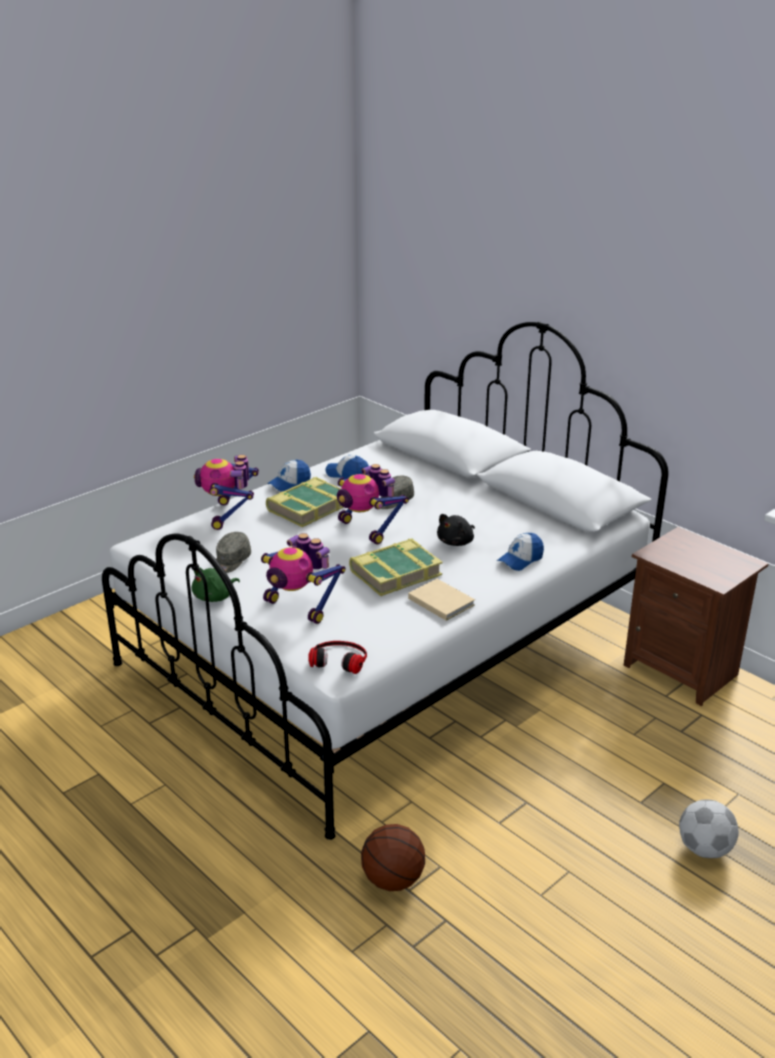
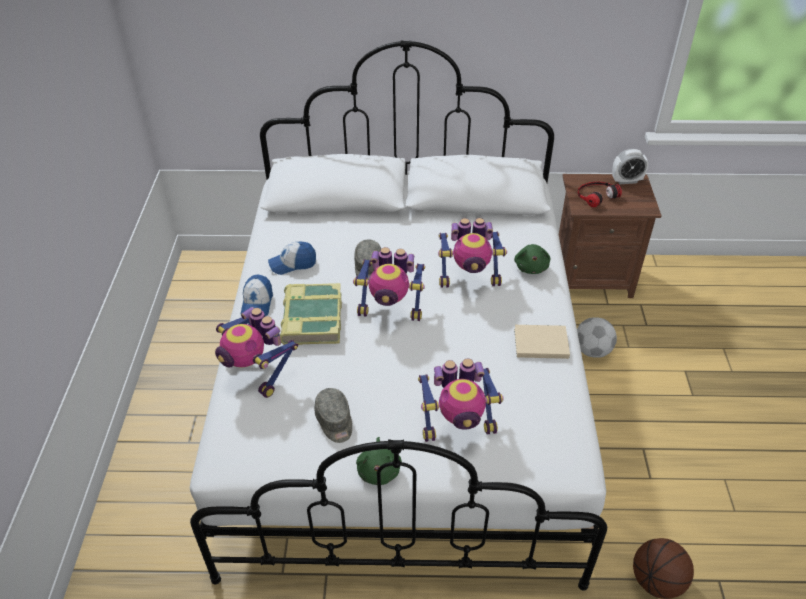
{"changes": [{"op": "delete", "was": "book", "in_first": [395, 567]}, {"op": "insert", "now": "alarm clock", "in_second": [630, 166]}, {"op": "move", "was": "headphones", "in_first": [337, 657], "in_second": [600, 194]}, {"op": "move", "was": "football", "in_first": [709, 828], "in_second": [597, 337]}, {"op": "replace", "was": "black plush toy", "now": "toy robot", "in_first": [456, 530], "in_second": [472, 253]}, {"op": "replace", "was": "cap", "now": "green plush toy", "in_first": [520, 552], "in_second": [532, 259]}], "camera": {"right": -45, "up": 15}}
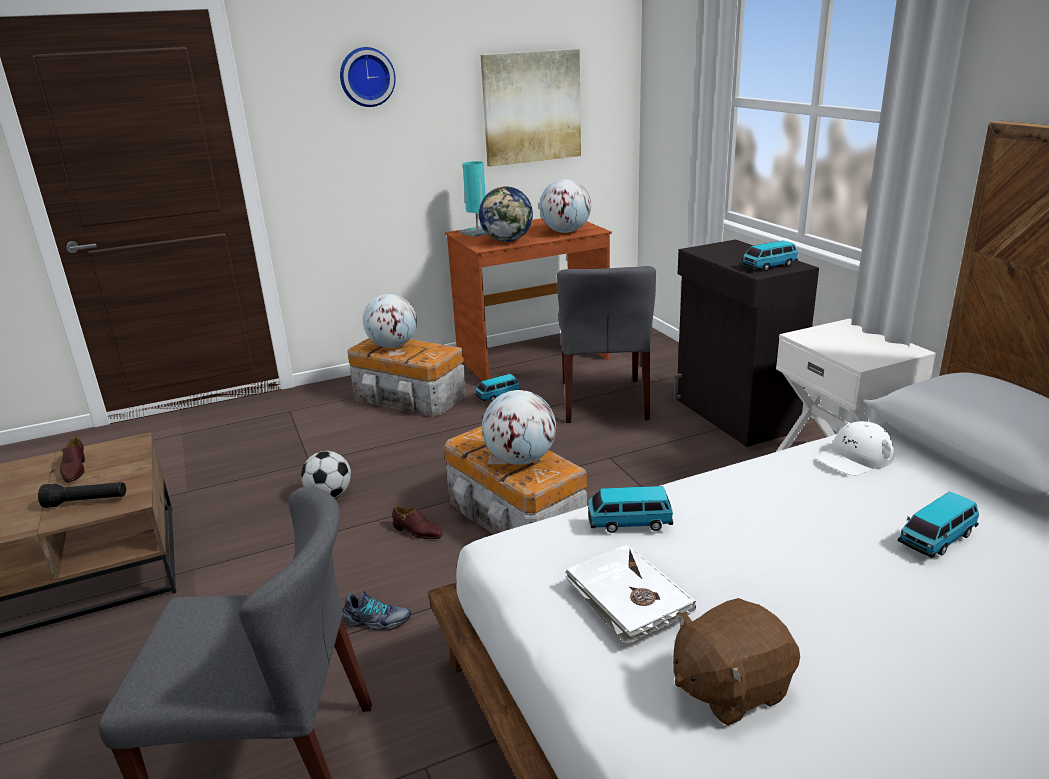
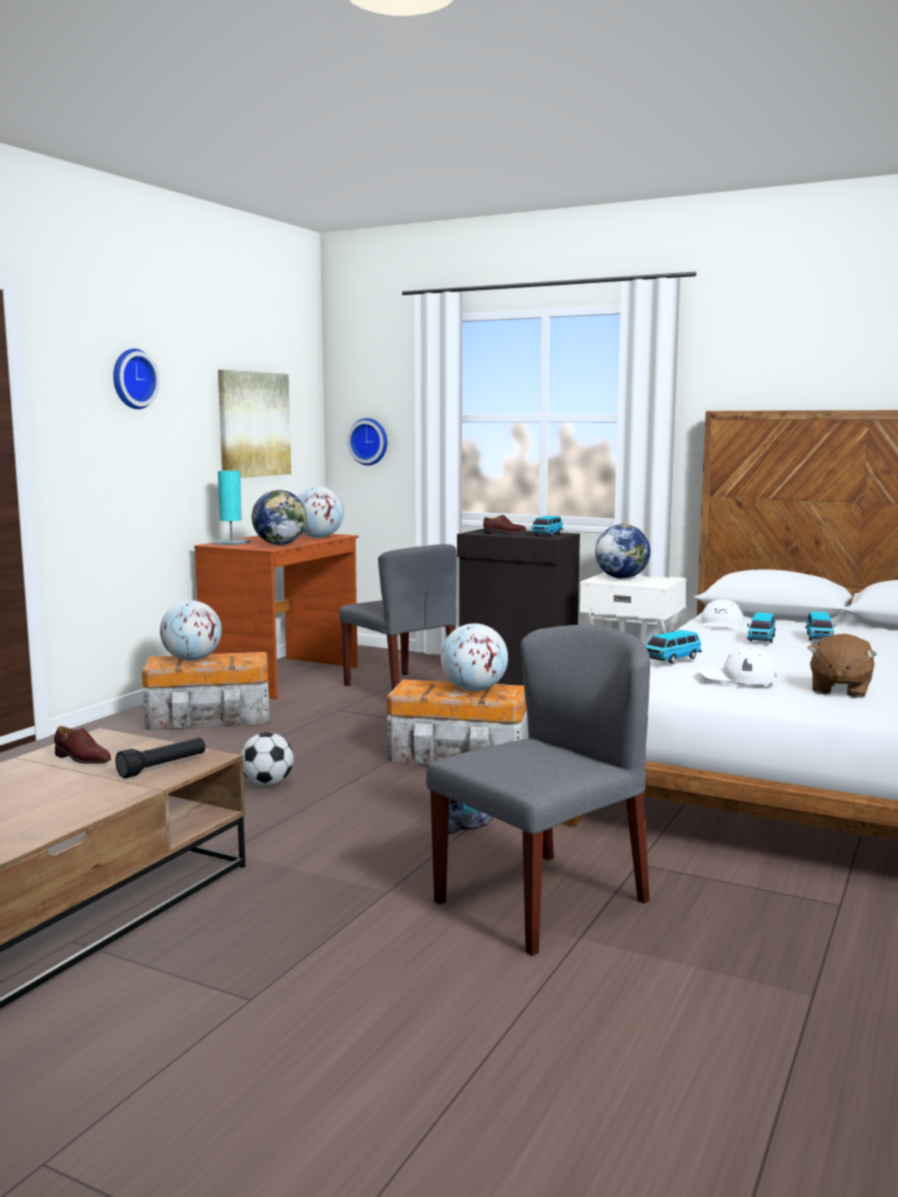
{"changes": [{"op": "insert", "now": "wall clock", "in_second": [367, 441]}, {"op": "insert", "now": "globe", "in_second": [622, 551]}, {"op": "move", "was": "brown shoe", "in_first": [417, 522], "in_second": [504, 524]}, {"op": "move", "was": "toy car", "in_first": [498, 387], "in_second": [761, 628]}, {"op": "replace", "was": "white book", "now": "white cap", "in_first": [630, 593], "in_second": [738, 665]}], "camera": {"right": -40, "up": -15}}
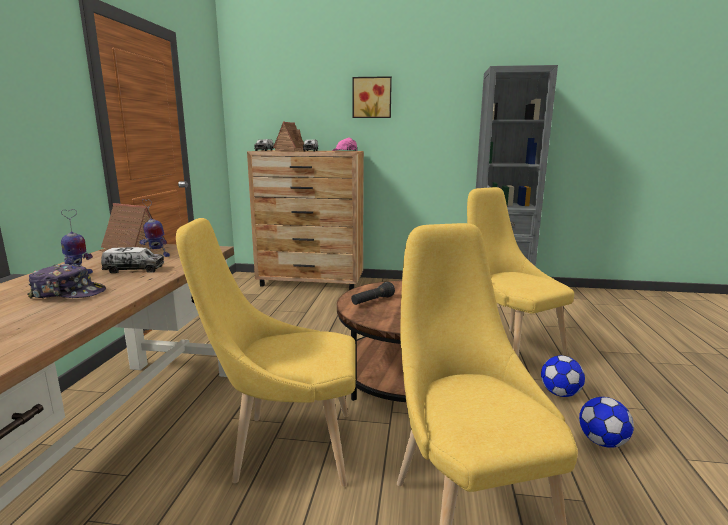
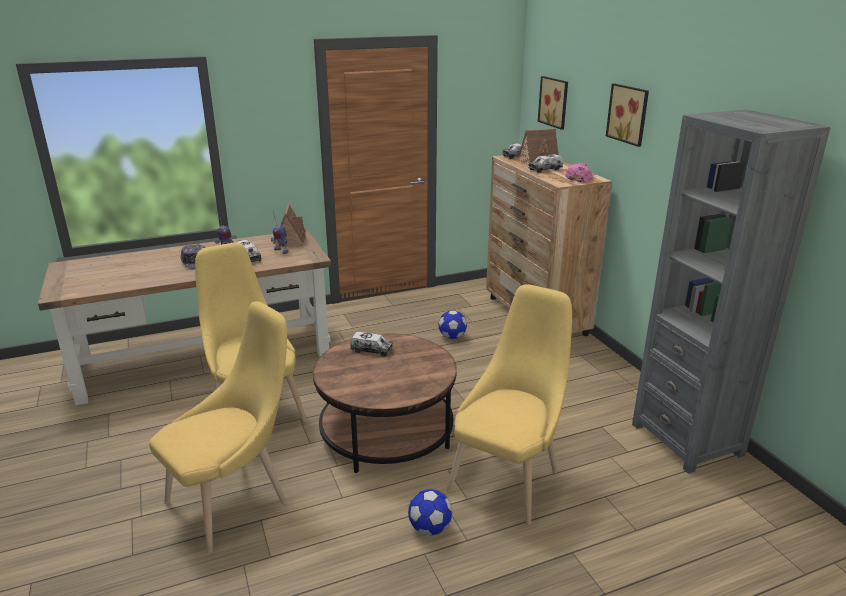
{"changes": [{"op": "insert", "now": "picture", "in_second": [553, 103]}, {"op": "move", "was": "football", "in_first": [606, 422], "in_second": [452, 324]}, {"op": "replace", "was": "black flashlight", "now": "toy truck", "in_first": [373, 293], "in_second": [371, 344]}], "camera": {"right": 60, "up": 10}}
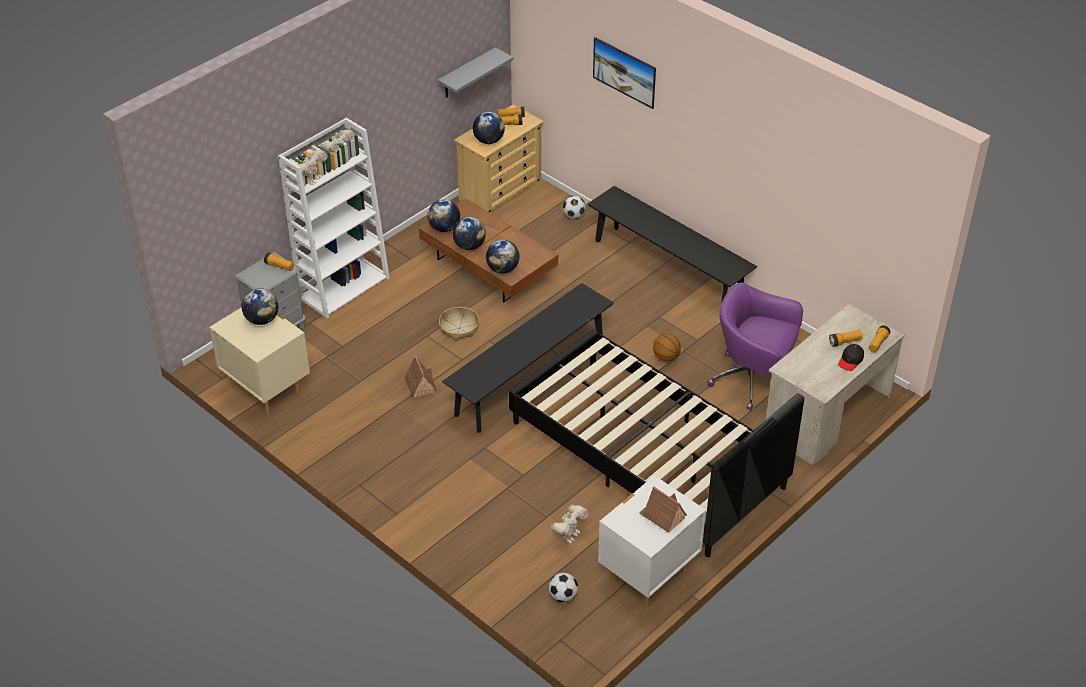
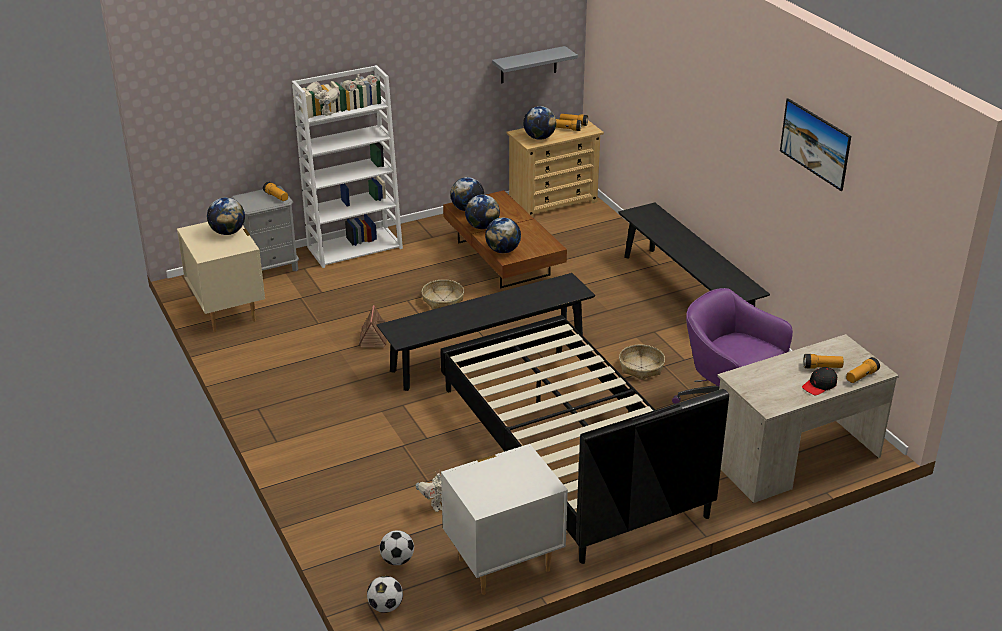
{"changes": [{"op": "delete", "was": "toy house", "in_first": [663, 509]}, {"op": "move", "was": "football", "in_first": [574, 207], "in_second": [385, 594]}, {"op": "move", "was": "picture", "in_first": [624, 73], "in_second": [815, 144]}, {"op": "replace", "was": "basketball", "now": "basket", "in_first": [667, 347], "in_second": [642, 362]}, {"op": "rotate", "was": "toy robot", "in_first": [311, 167], "in_second": [322, 98], "clockwise": -105}], "camera": {"right": 20, "up": -10}}
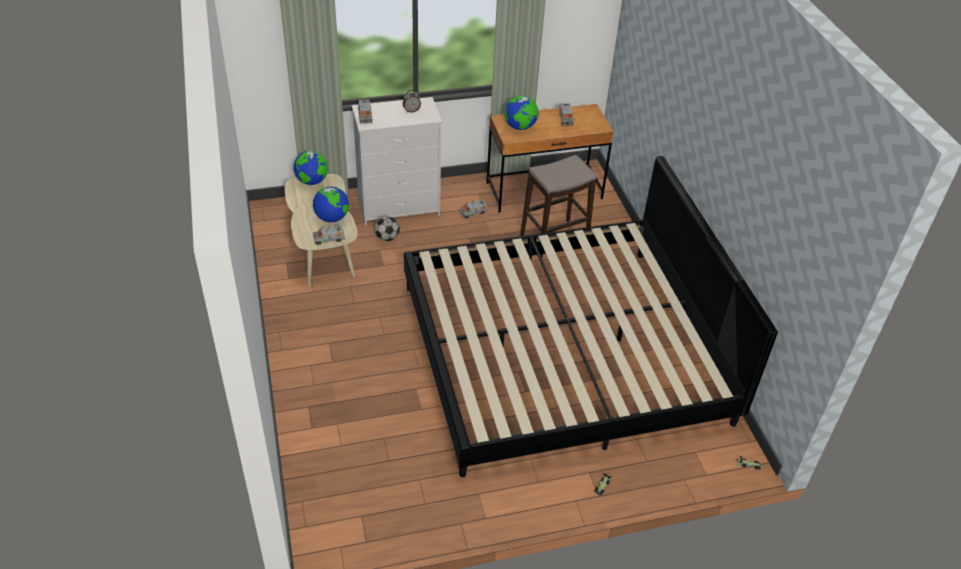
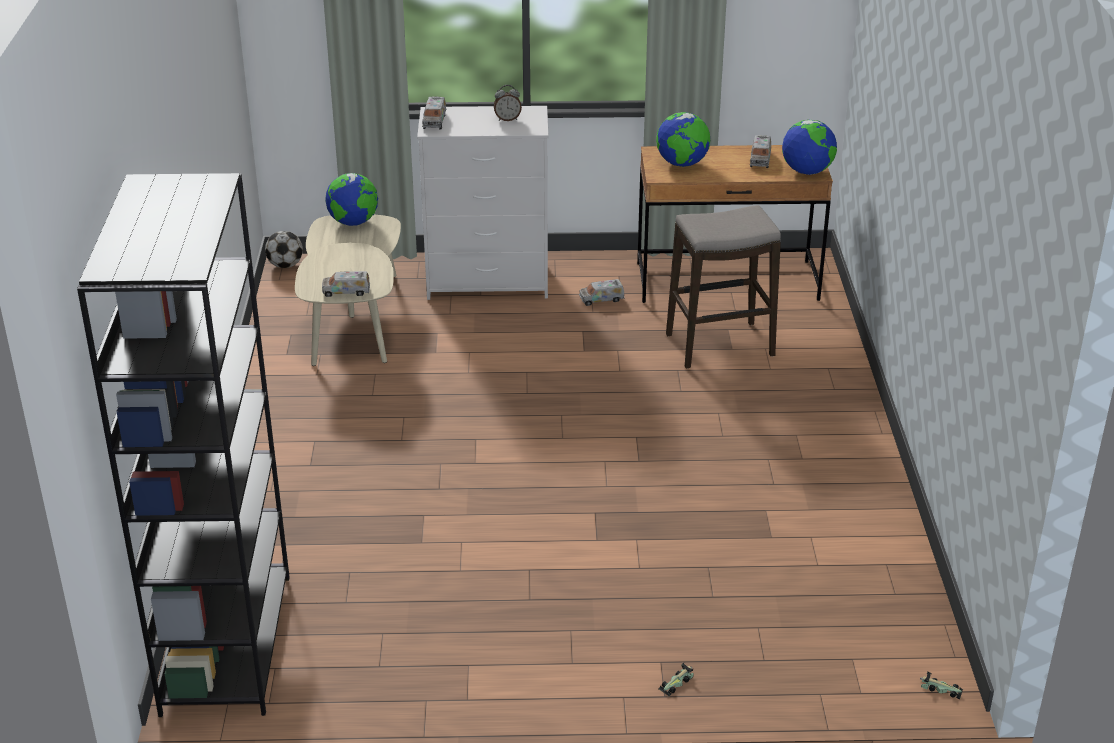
{"changes": [{"op": "delete", "was": "bed", "in_first": [591, 316]}, {"op": "insert", "now": "black bookcase", "in_second": [183, 445]}, {"op": "move", "was": "globe", "in_first": [331, 204], "in_second": [809, 147]}, {"op": "move", "was": "football", "in_first": [387, 228], "in_second": [284, 249]}], "camera": {"right": 15, "up": -10}}
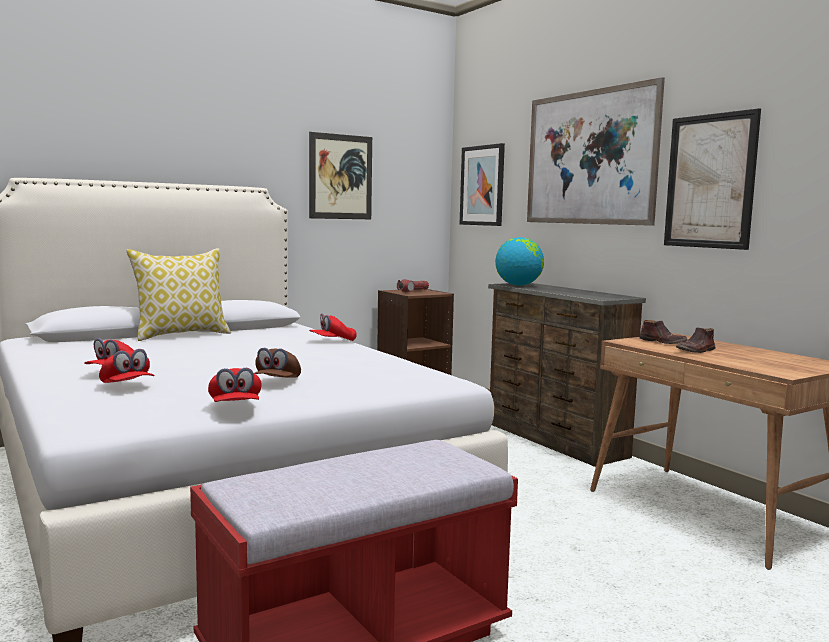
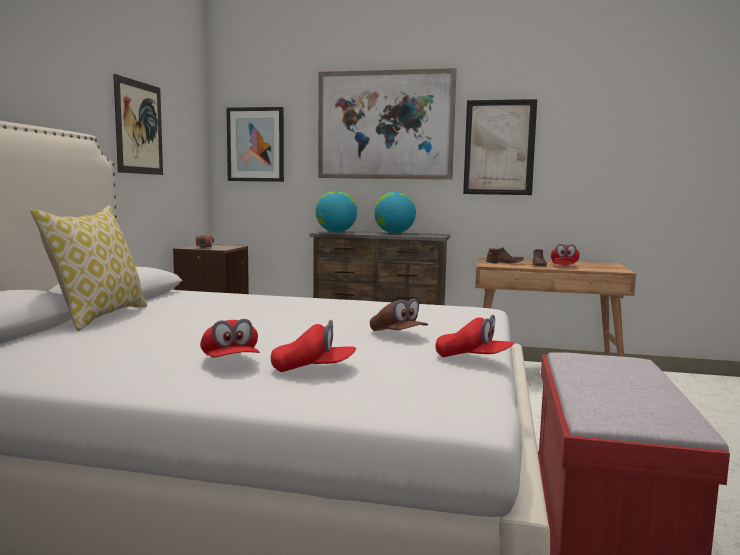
{"changes": [{"op": "insert", "now": "globe", "in_second": [395, 213]}, {"op": "move", "was": "red cap", "in_first": [333, 327], "in_second": [565, 254]}], "camera": {"right": -45, "up": 0}}
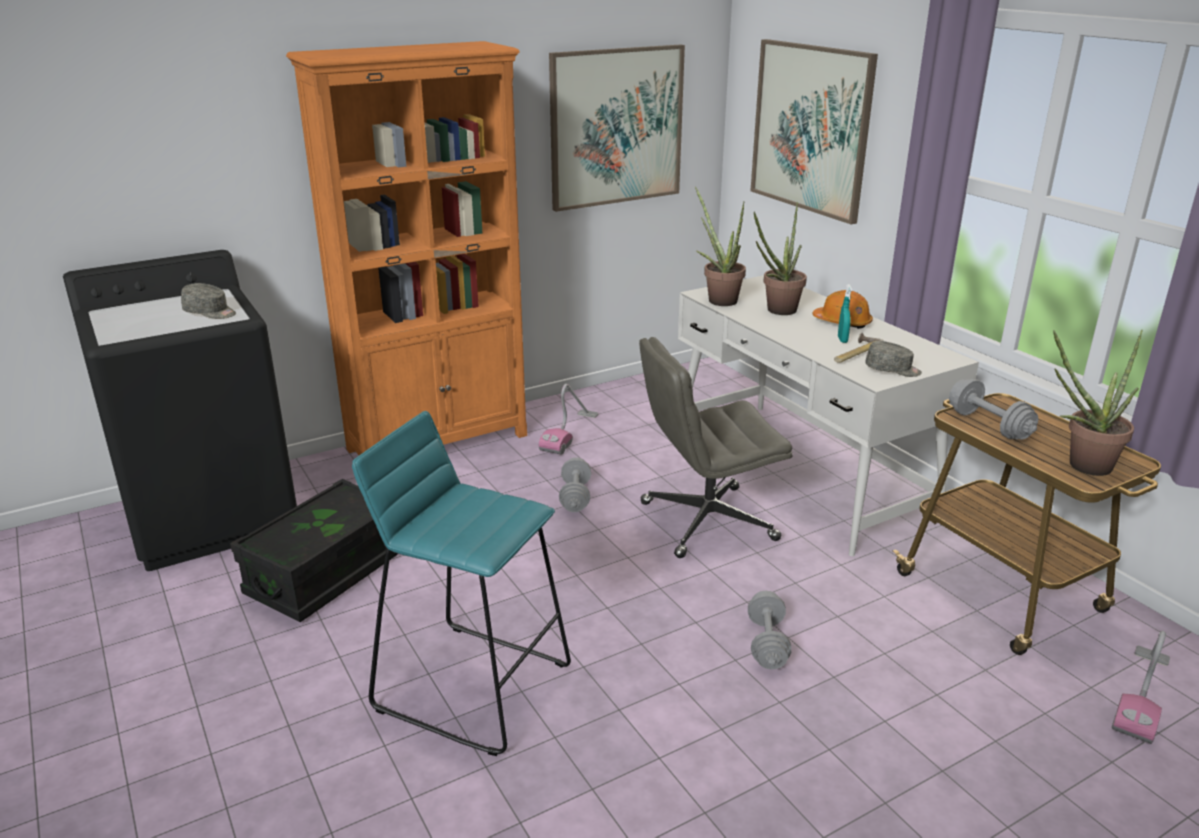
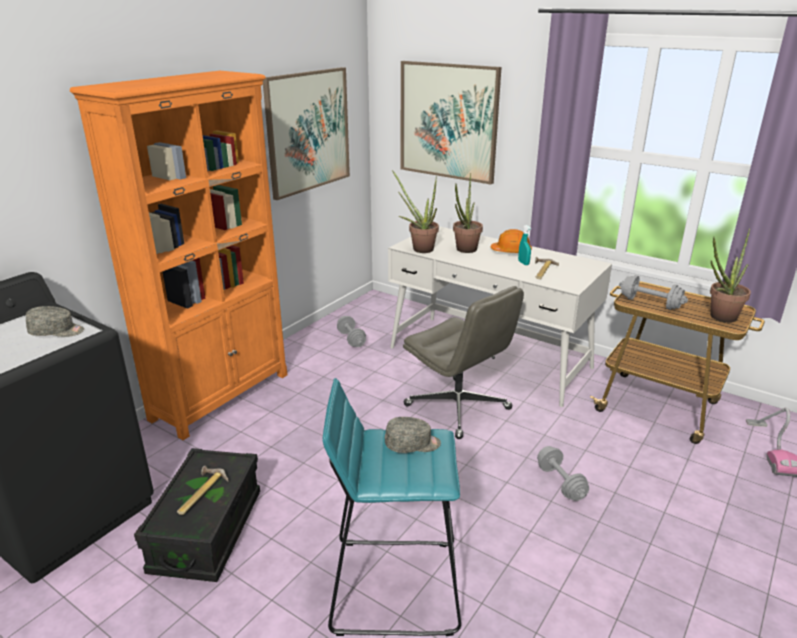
{"changes": [{"op": "delete", "was": "vacuum cleaner", "in_first": [569, 419]}, {"op": "insert", "now": "hammer", "in_second": [203, 490]}, {"op": "move", "was": "grey dumbbell", "in_first": [575, 484], "in_second": [351, 331]}, {"op": "move", "was": "grey cap", "in_first": [893, 359], "in_second": [412, 435]}, {"op": "rotate", "was": "grey office chair", "in_first": [716, 447], "in_second": [463, 362], "clockwise": -90}], "camera": {"right": -25, "up": 0}}
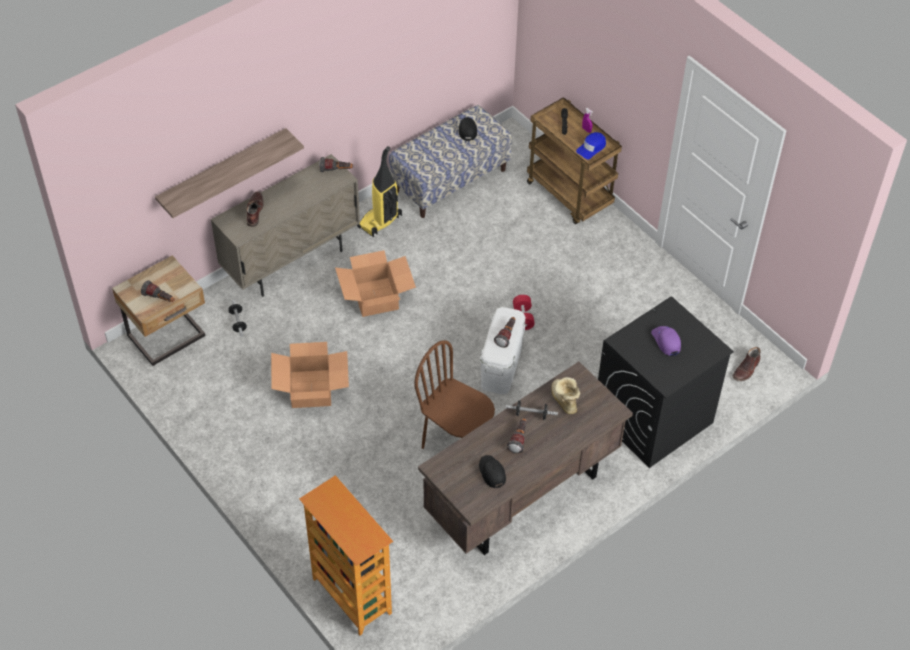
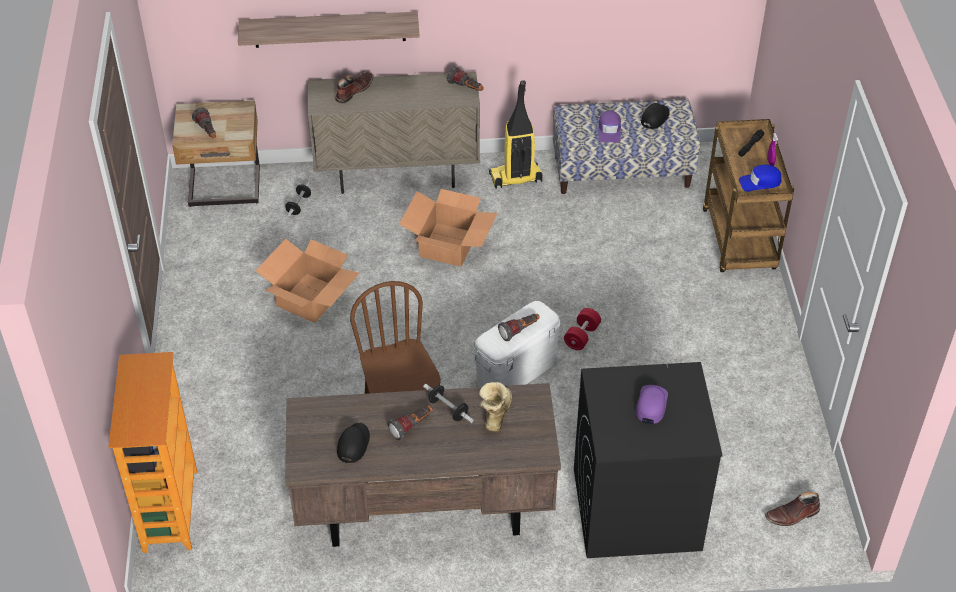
{"changes": [{"op": "insert", "now": "purple cap", "in_second": [609, 127]}], "camera": {"right": 35, "up": -5}}
